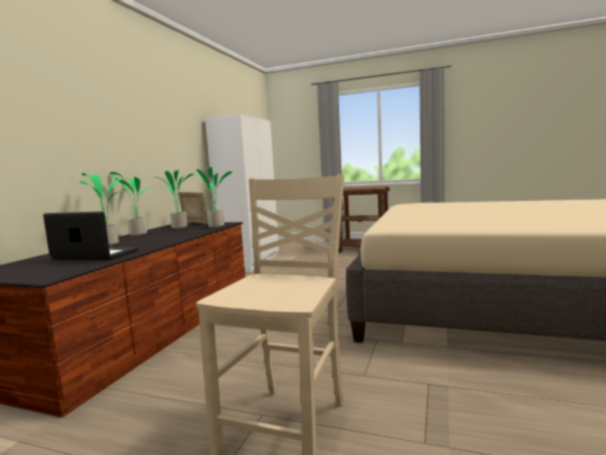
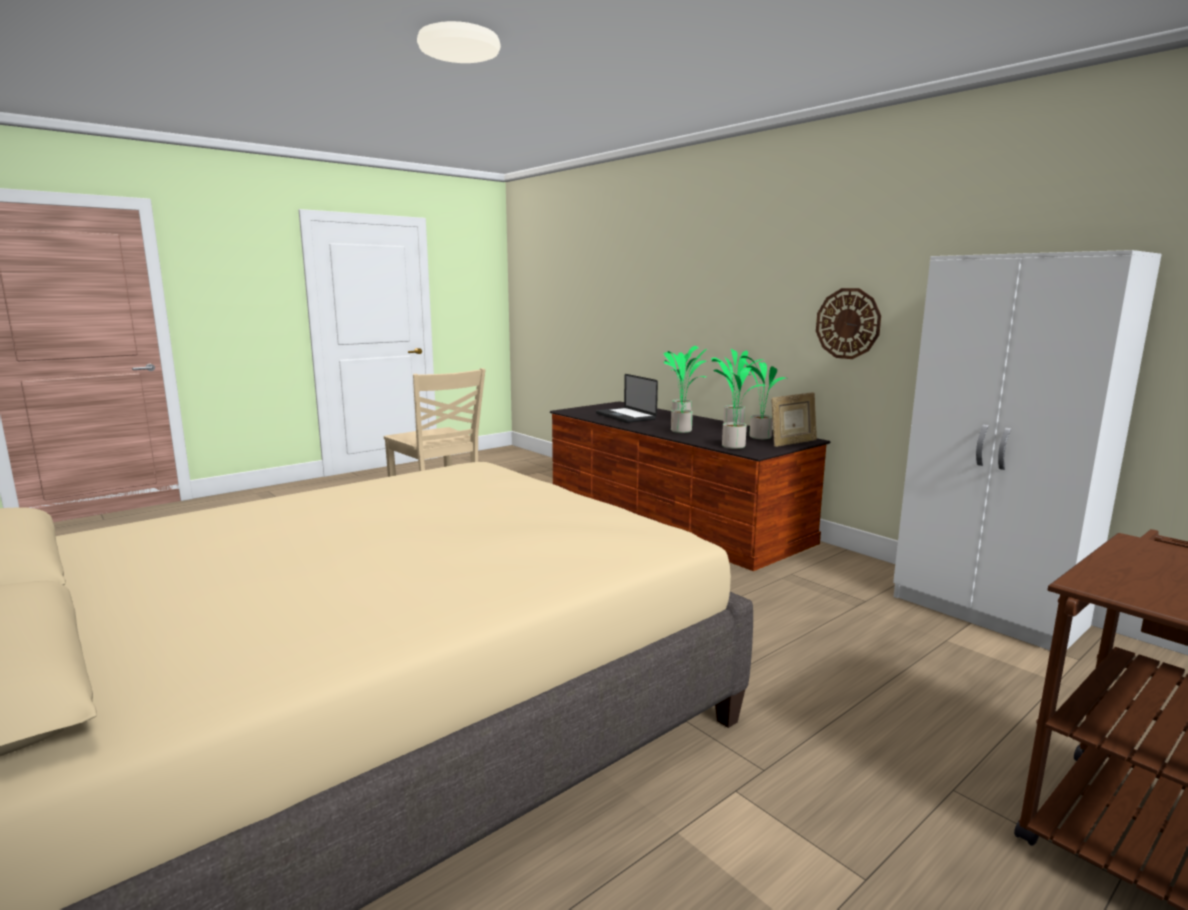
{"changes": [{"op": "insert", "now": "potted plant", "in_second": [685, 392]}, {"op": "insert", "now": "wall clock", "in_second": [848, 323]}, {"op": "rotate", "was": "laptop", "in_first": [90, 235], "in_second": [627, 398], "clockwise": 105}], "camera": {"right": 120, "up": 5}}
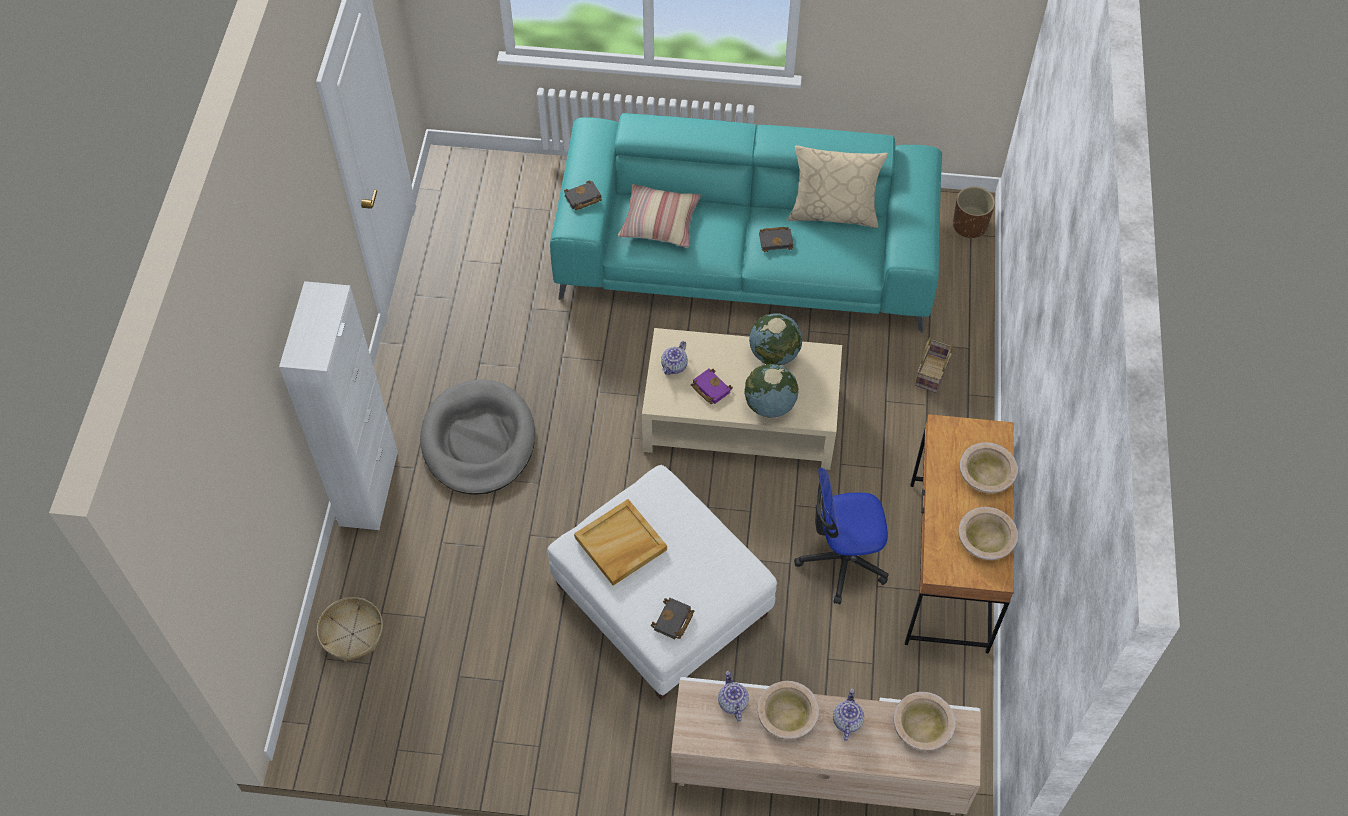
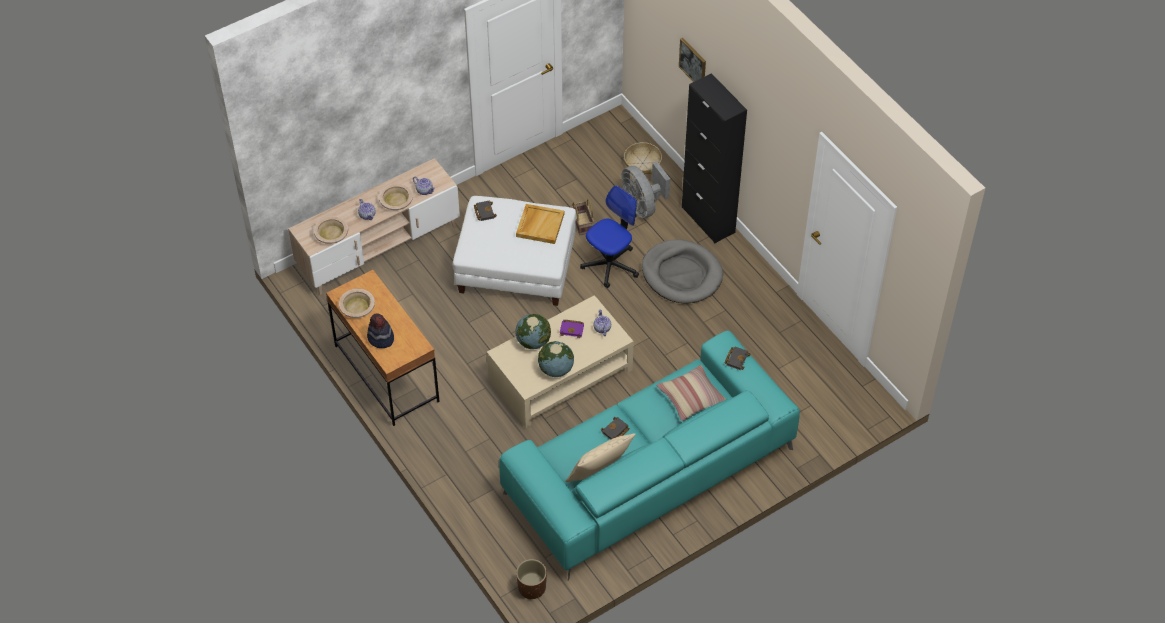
{"changes": [{"op": "insert", "now": "grey fan", "in_second": [645, 189]}, {"op": "insert", "now": "picture", "in_second": [692, 60]}, {"op": "move", "was": "office chair", "in_first": [841, 535], "in_second": [609, 236]}, {"op": "move", "was": "basket", "in_first": [934, 365], "in_second": [582, 217]}, {"op": "replace", "was": "beige bowl", "now": "hat", "in_first": [989, 467], "in_second": [380, 331]}, {"op": "recolor", "was": "white cabinet", "now": "black cabinet", "in_first": [338, 405], "in_second": [714, 158]}], "camera": {"right": 140, "up": -5}}
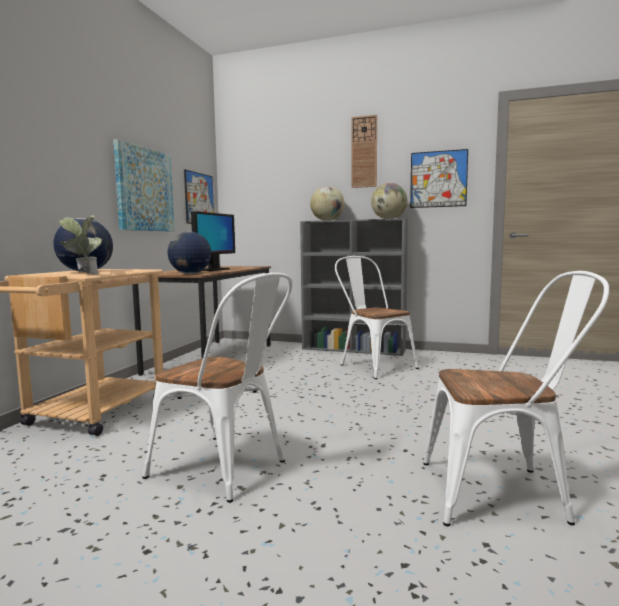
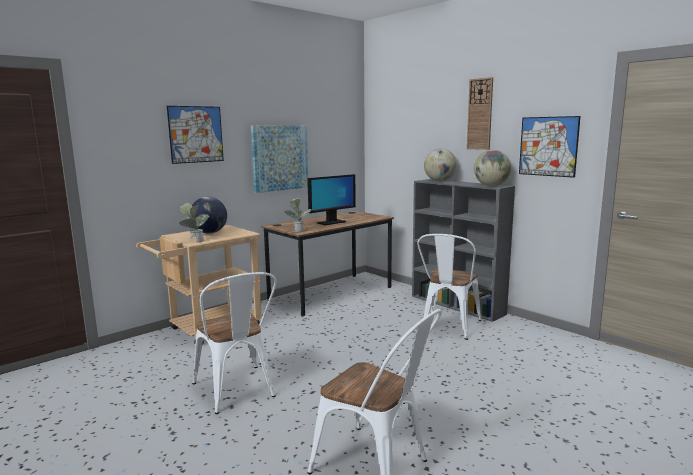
{"changes": [{"op": "move", "was": "picture", "in_first": [199, 196], "in_second": [195, 135]}, {"op": "replace", "was": "globe", "now": "potted plant", "in_first": [189, 252], "in_second": [298, 215]}, {"op": "rotate", "was": "white chair", "in_first": [377, 317], "in_second": [449, 287], "clockwise": -150}], "camera": {"right": 30, "up": 5}}
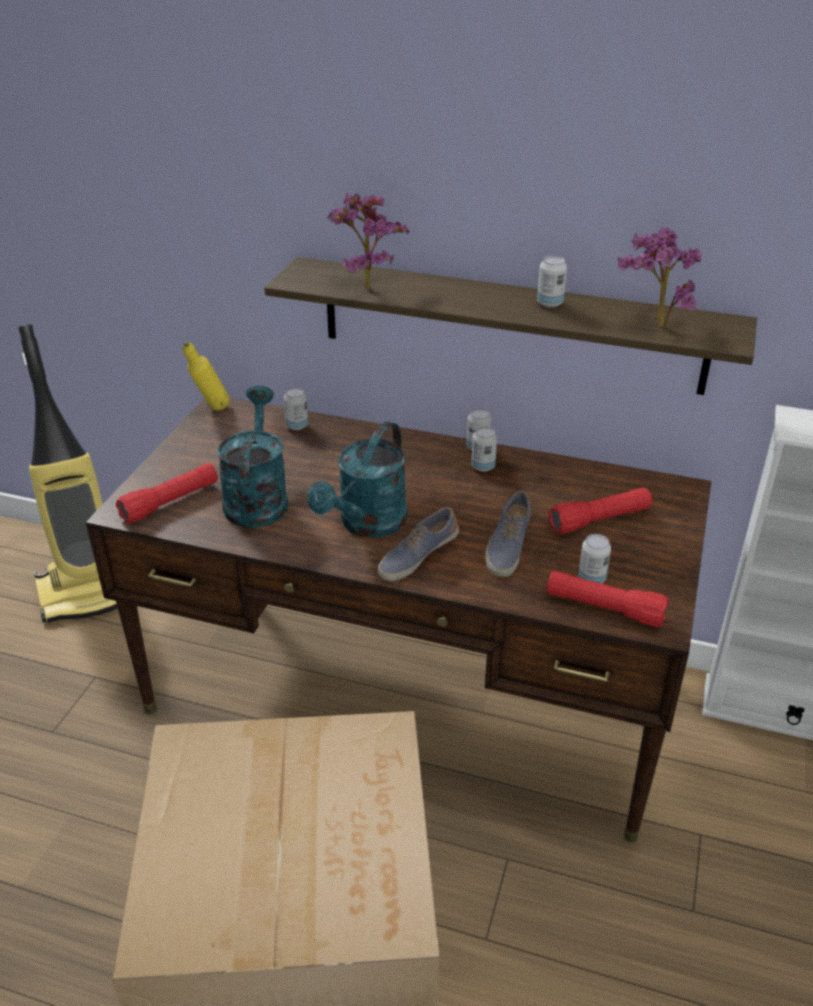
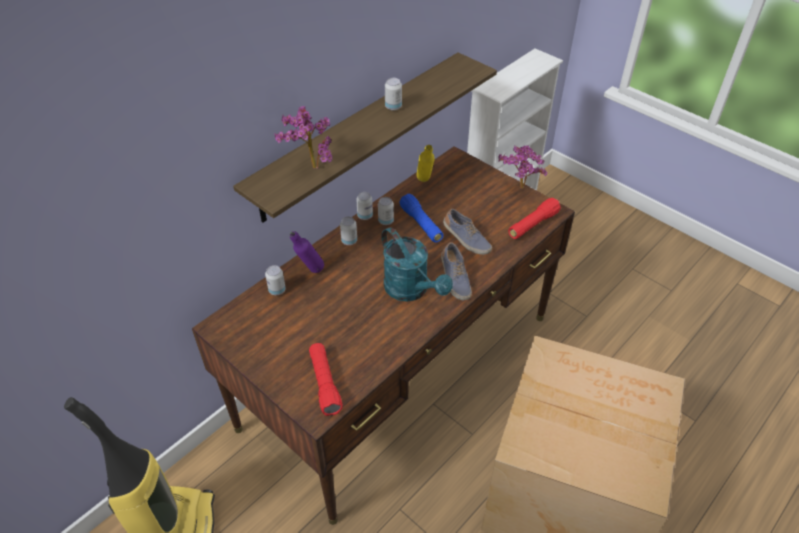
{"changes": [{"op": "delete", "was": "turquoise watering can", "in_first": [252, 456]}, {"op": "delete", "was": "red flashlight", "in_first": [600, 511]}, {"op": "insert", "now": "purple bottle", "in_second": [306, 252]}, {"op": "insert", "now": "blue flashlight", "in_second": [421, 218]}, {"op": "move", "was": "yellow bottle", "in_first": [206, 376], "in_second": [426, 163]}, {"op": "move", "was": "can", "in_first": [594, 559], "in_second": [348, 230]}, {"op": "move", "was": "potted plant", "in_first": [659, 277], "in_second": [522, 167]}], "camera": {"right": -65, "up": 10}}
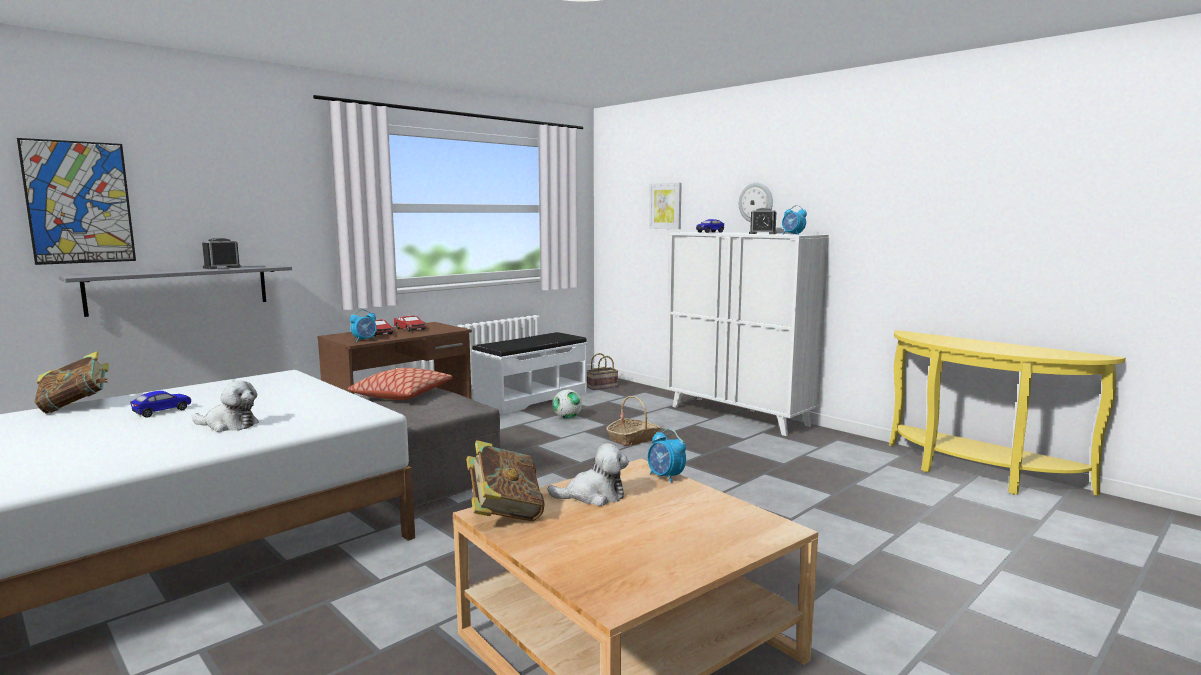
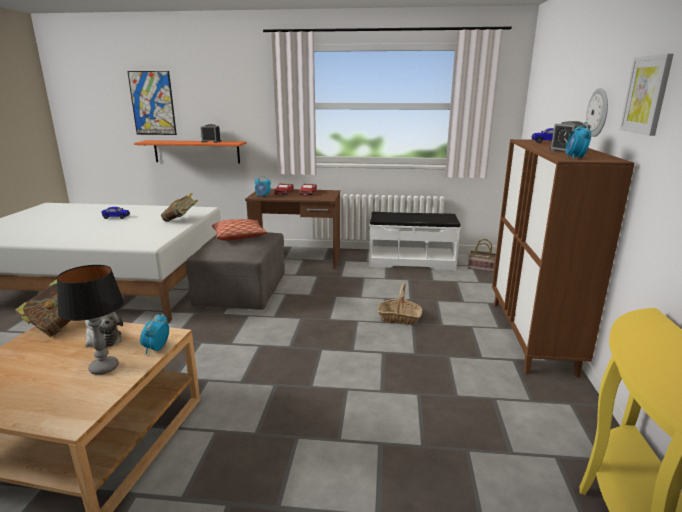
{"changes": [{"op": "delete", "was": "plush toy", "in_first": [225, 406]}, {"op": "delete", "was": "football", "in_first": [567, 404]}, {"op": "insert", "now": "table lamp", "in_second": [90, 320]}, {"op": "move", "was": "book", "in_first": [72, 382], "in_second": [179, 207]}, {"op": "move", "was": "picture", "in_first": [665, 206], "in_second": [646, 95]}, {"op": "recolor", "was": "grey shelf", "now": "orange shelf", "in_first": [175, 291], "in_second": [190, 152]}, {"op": "recolor", "was": "white cabinet", "now": "brown cabinet", "in_first": [748, 334], "in_second": [563, 258]}], "camera": {"right": 50, "up": 10}}
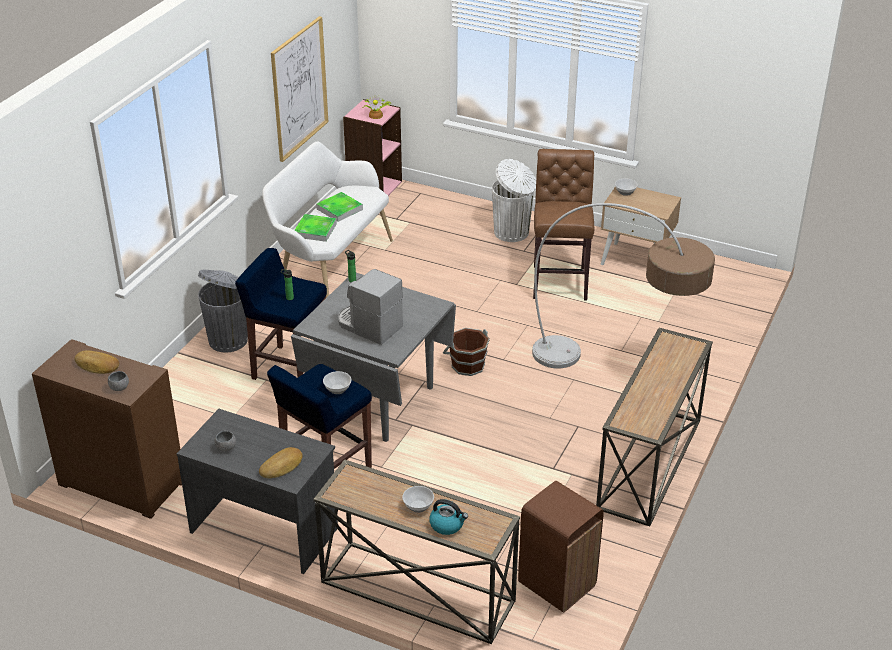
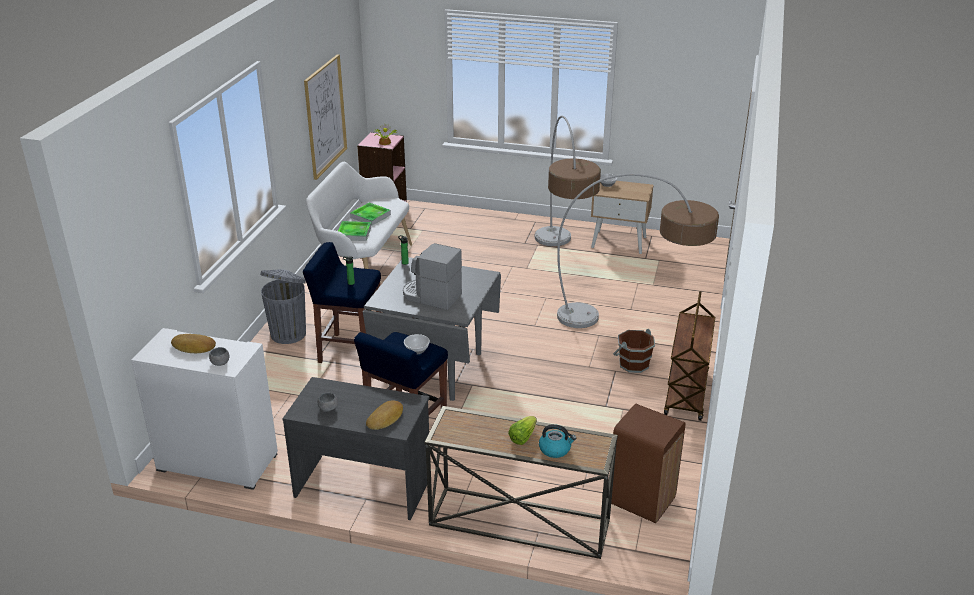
{"changes": [{"op": "delete", "was": "white trash can", "in_first": [514, 200]}, {"op": "move", "was": "brown bucket", "in_first": [466, 352], "in_second": [634, 351]}, {"op": "replace", "was": "bowl", "now": "lettuce", "in_first": [418, 499], "in_second": [522, 430]}, {"op": "replace", "was": "brown stool", "now": "floor lamp", "in_first": [563, 225], "in_second": [568, 180]}, {"op": "replace", "was": "console table", "now": "brown cart", "in_first": [654, 427], "in_second": [689, 356]}, {"op": "recolor", "was": "brown cabinet", "now": "white cabinet", "in_first": [107, 429], "in_second": [204, 409]}], "camera": {"right": -10, "up": -5}}
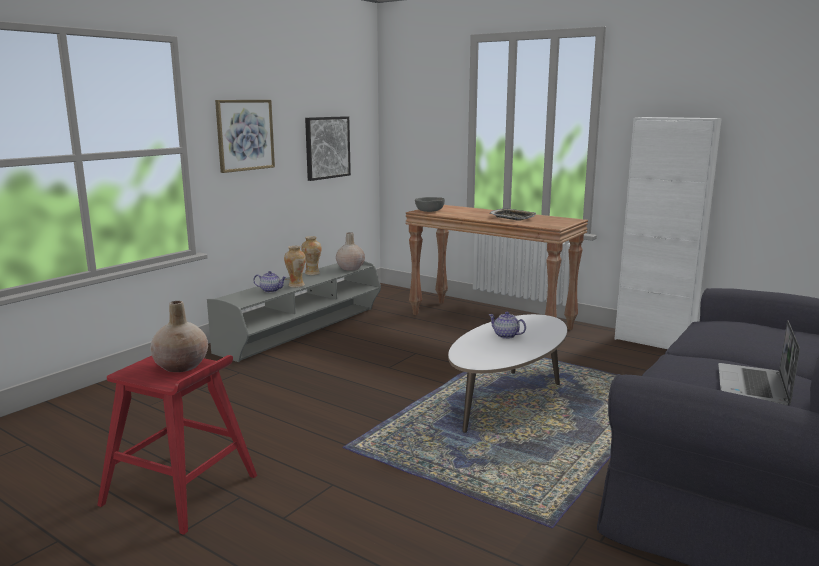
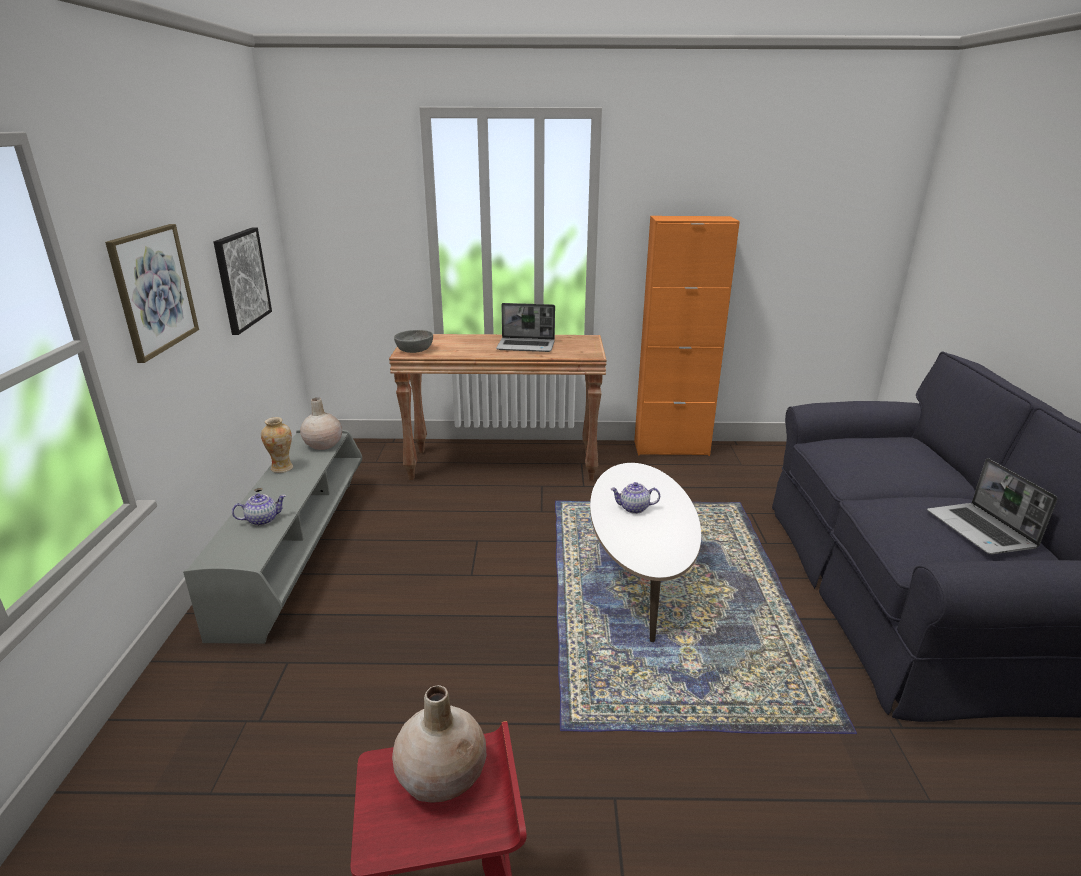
{"changes": [{"op": "delete", "was": "vase", "in_first": [295, 267]}, {"op": "replace", "was": "tray", "now": "laptop", "in_first": [513, 215], "in_second": [525, 327]}, {"op": "recolor", "was": "white cabinet", "now": "orange cabinet", "in_first": [668, 233], "in_second": [687, 336]}], "camera": {"right": -35, "up": 10}}
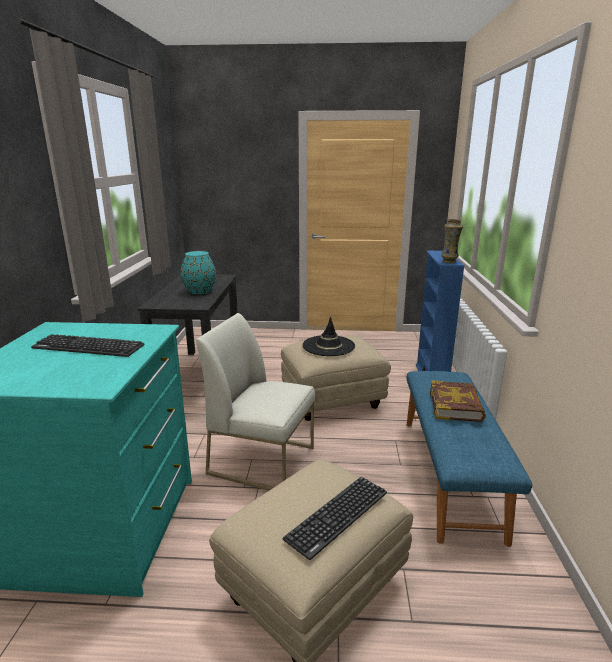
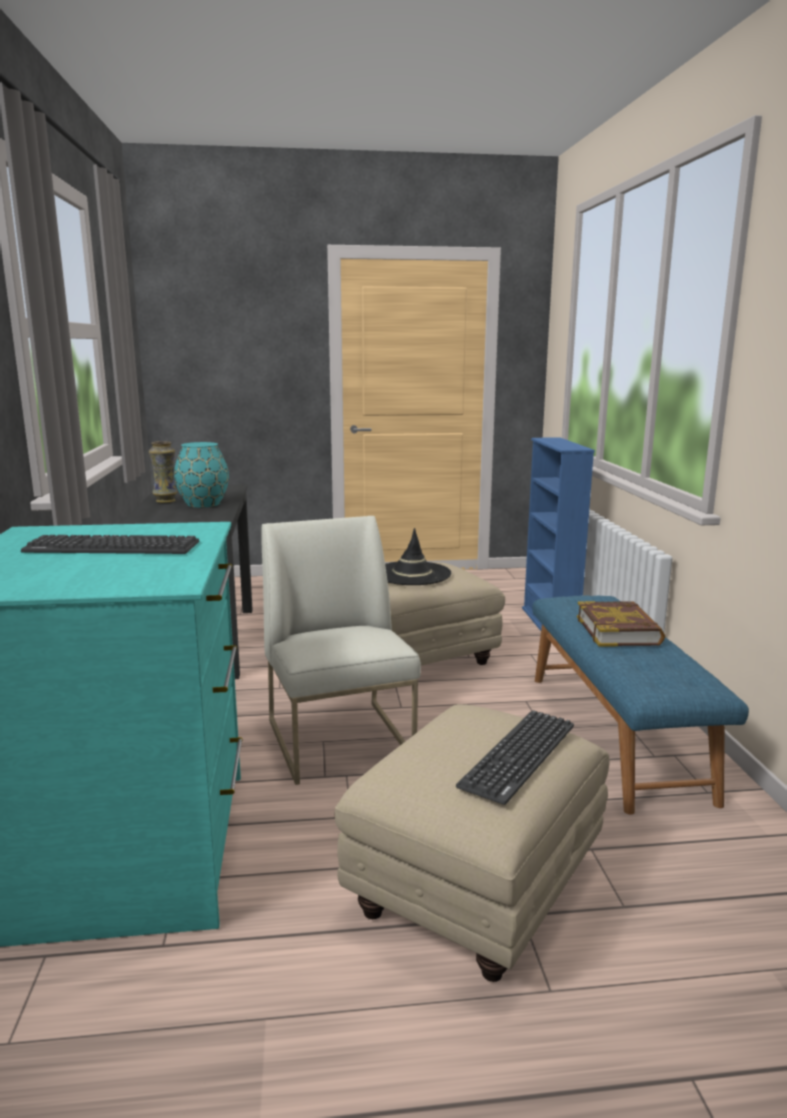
{"changes": [{"op": "move", "was": "vase", "in_first": [452, 241], "in_second": [163, 472]}, {"op": "rotate", "was": "white chair", "in_first": [255, 402], "in_second": [341, 650], "clockwise": 60}], "camera": {"right": -10, "up": -5}}
